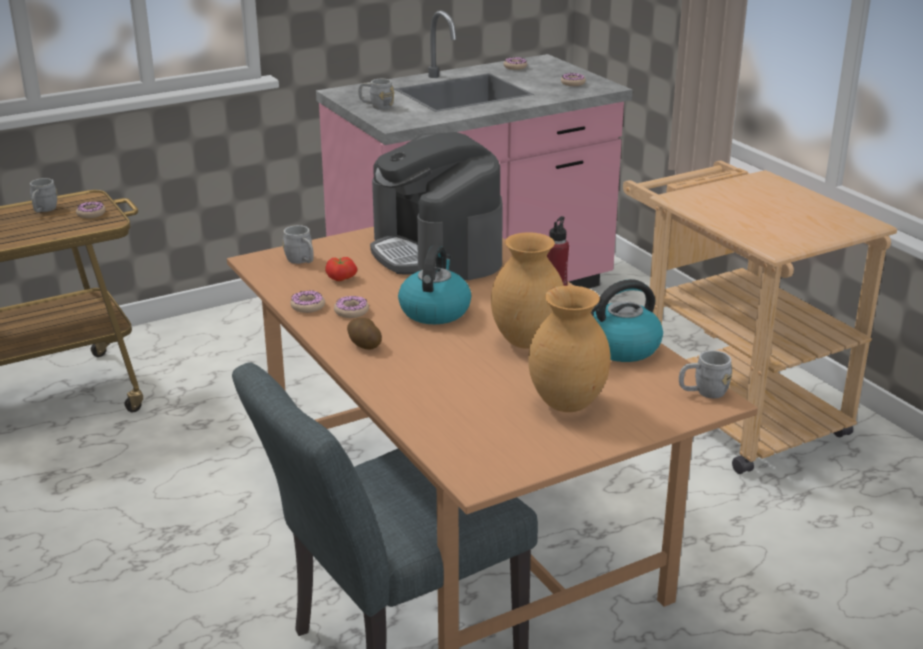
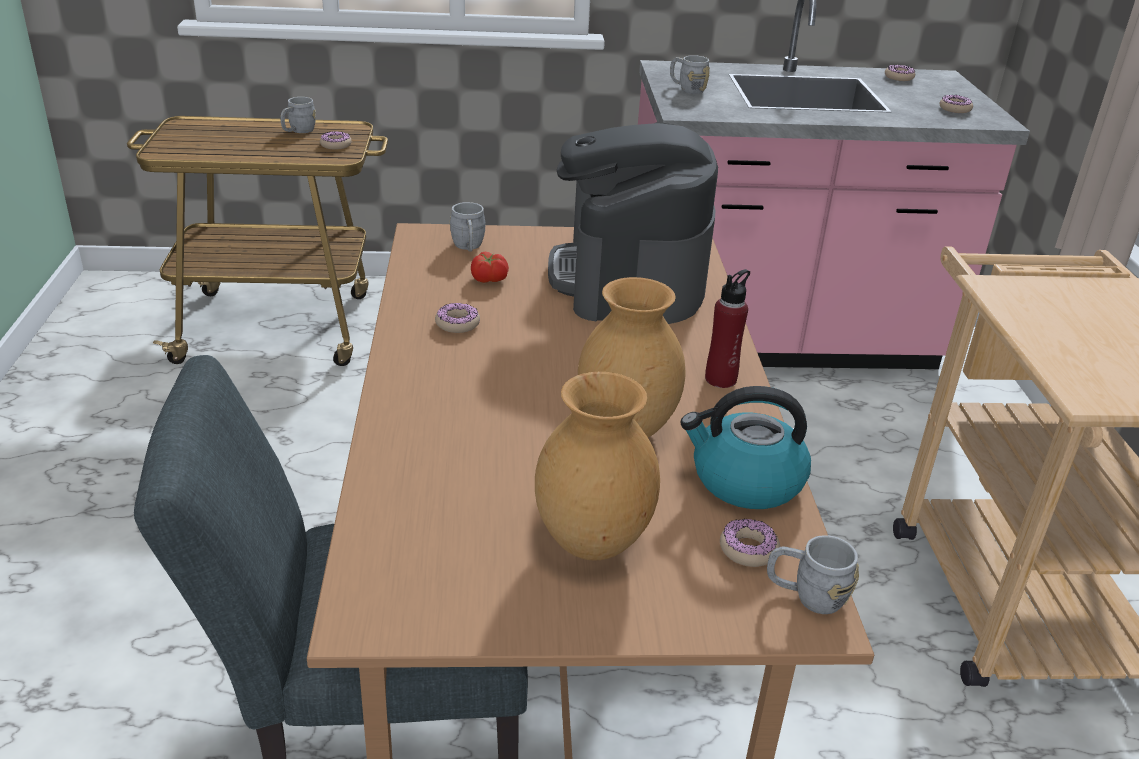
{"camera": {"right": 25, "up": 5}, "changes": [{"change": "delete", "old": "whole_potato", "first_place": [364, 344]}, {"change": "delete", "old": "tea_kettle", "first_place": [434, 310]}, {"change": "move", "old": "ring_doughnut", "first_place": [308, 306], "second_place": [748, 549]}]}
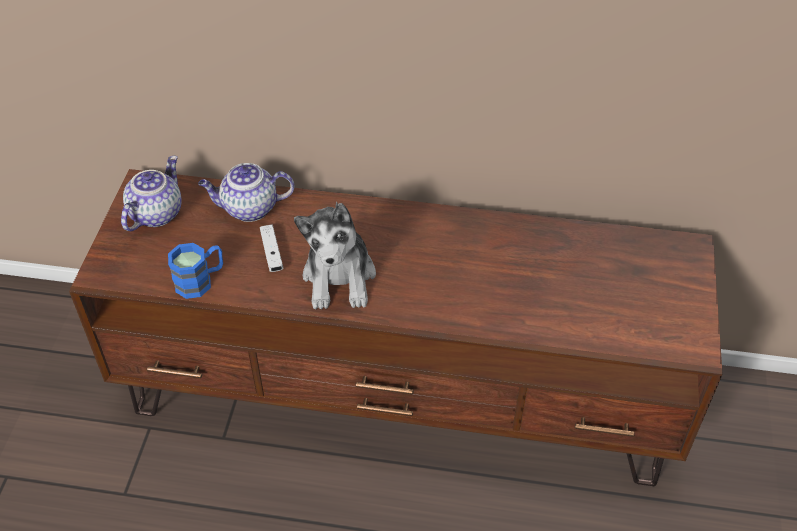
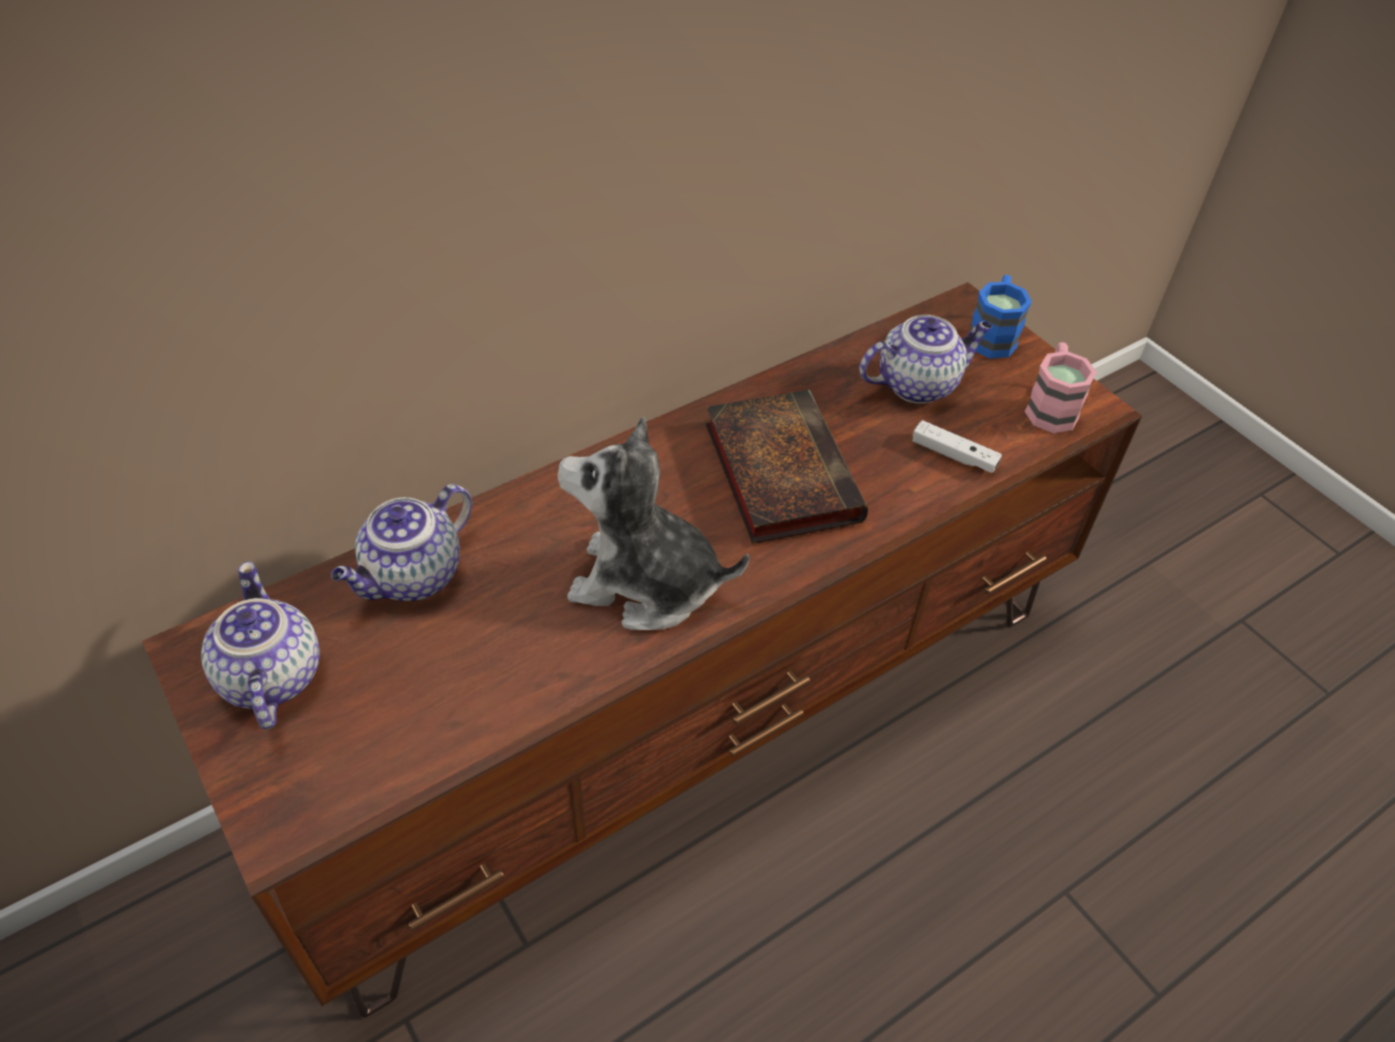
{"camera": {"right": -45, "up": 0}, "changes": [{"change": "insert", "new": "volume", "second_place": [778, 470]}, {"change": "insert", "new": "tea_pot", "second_place": [918, 383]}, {"change": "insert", "new": "pink_coffee_mug", "second_place": [1051, 406]}, {"change": "move", "old": "bluish_coffee_mug", "first_place": [200, 281], "second_place": [993, 335]}, {"change": "move", "old": "white-coloured_joypad", "first_place": [272, 253], "second_place": [953, 455]}, {"change": "rotate", "old": "cuddly_toy", "first_place": [339, 277], "second_place": [645, 584], "degrees": 150}]}
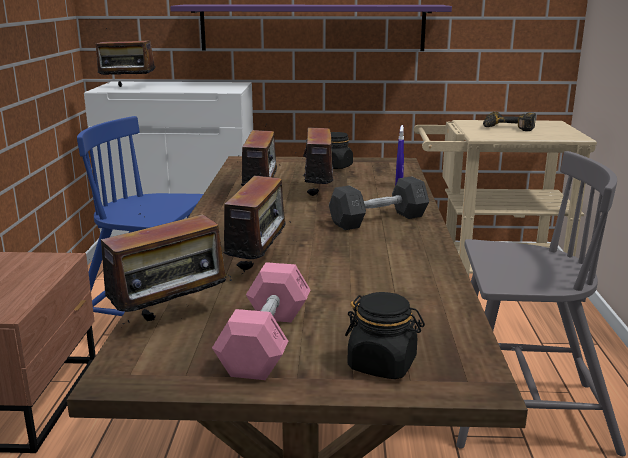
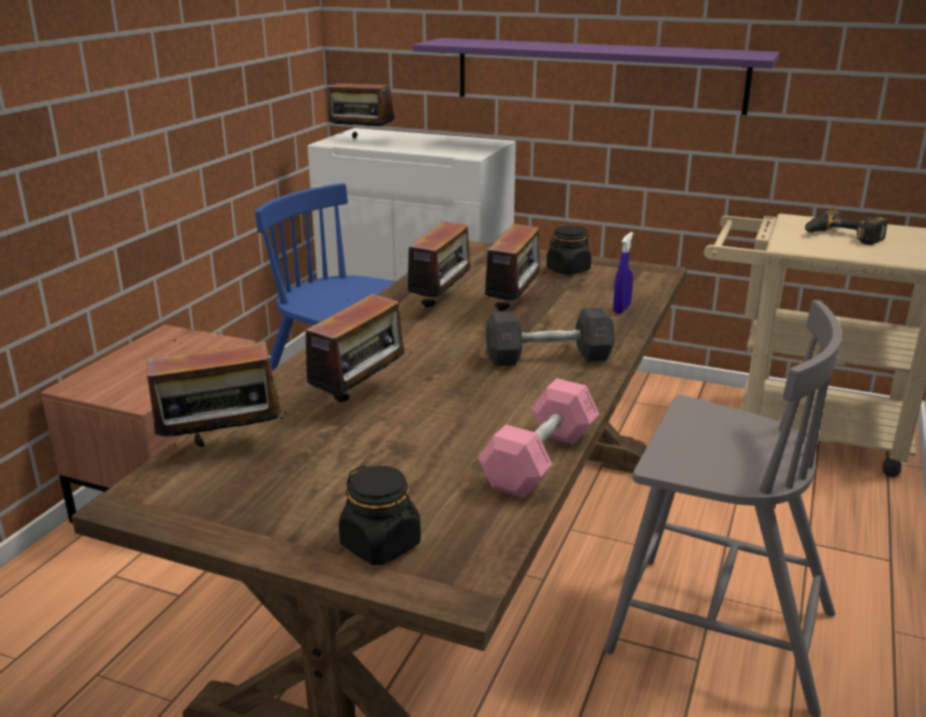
{"camera": {"right": 20, "up": 5}, "changes": [{"change": "move", "old": "pink_hand_weight", "first_place": [266, 341], "second_place": [540, 459]}]}
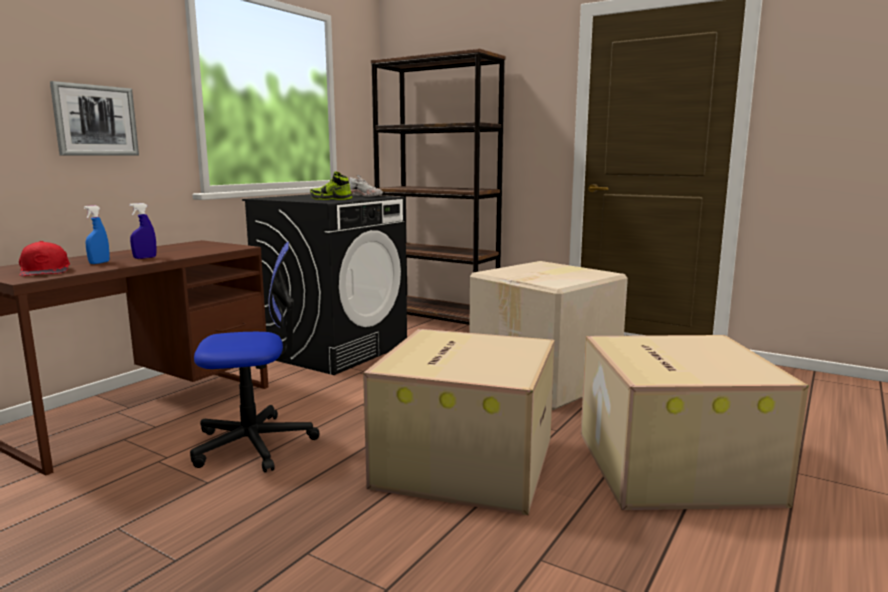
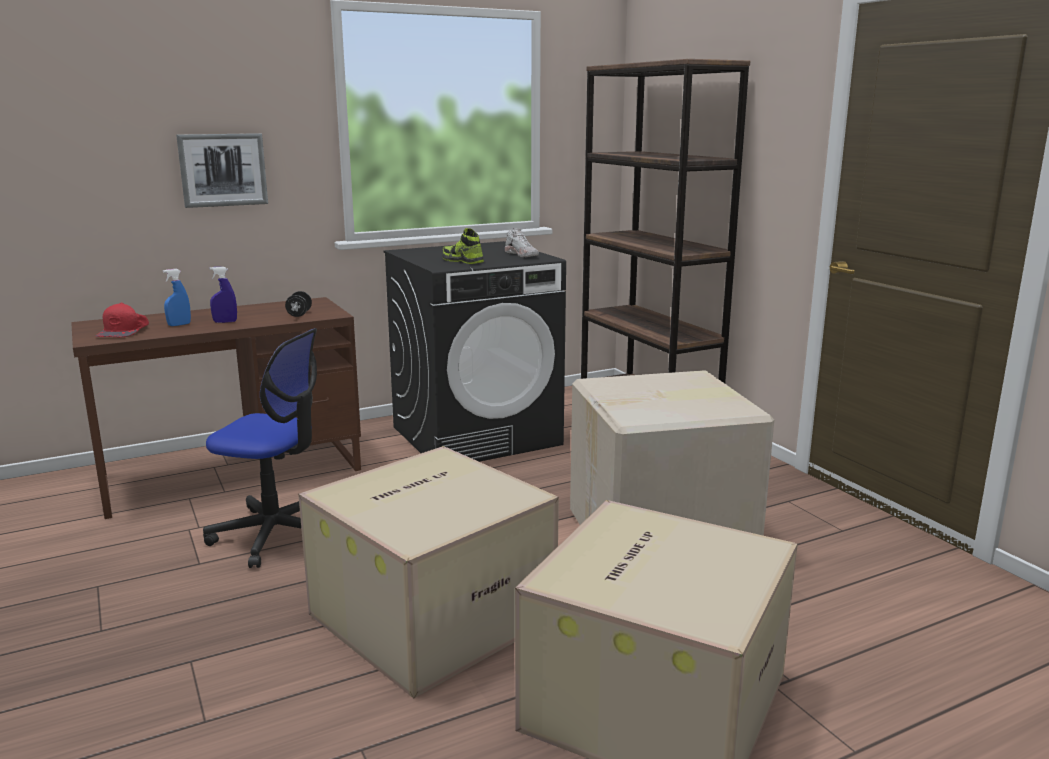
{"camera": {"right": 30, "up": 5}, "changes": [{"change": "insert", "new": "blackish_hand_weight", "second_place": [299, 314]}]}
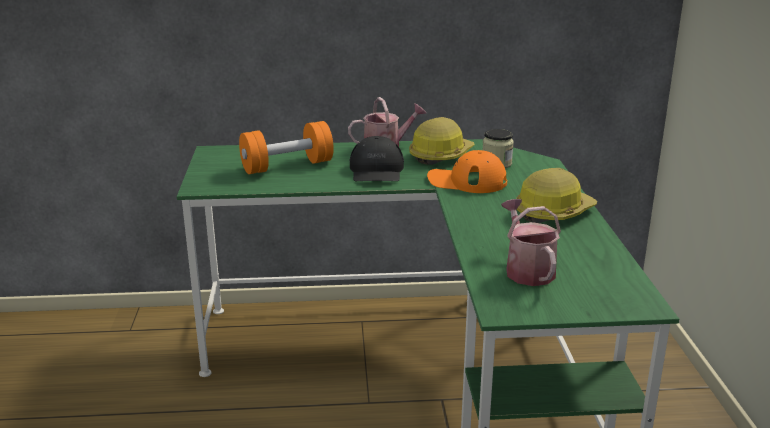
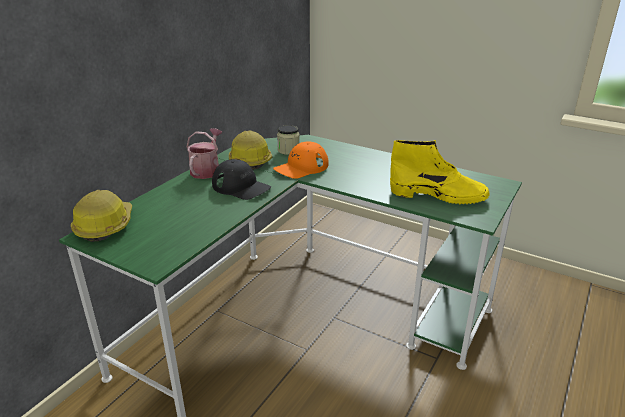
{"camera": {"right": -55, "up": 5}, "changes": [{"change": "delete", "old": "orangey_hand_weight", "first_place": [287, 166]}, {"change": "move", "old": "work_helmet", "first_place": [553, 212], "second_place": [104, 225]}, {"change": "replace", "old": "watering_pot", "new": "yellow_tall_boot", "first_place": [527, 269], "second_place": [438, 195]}]}
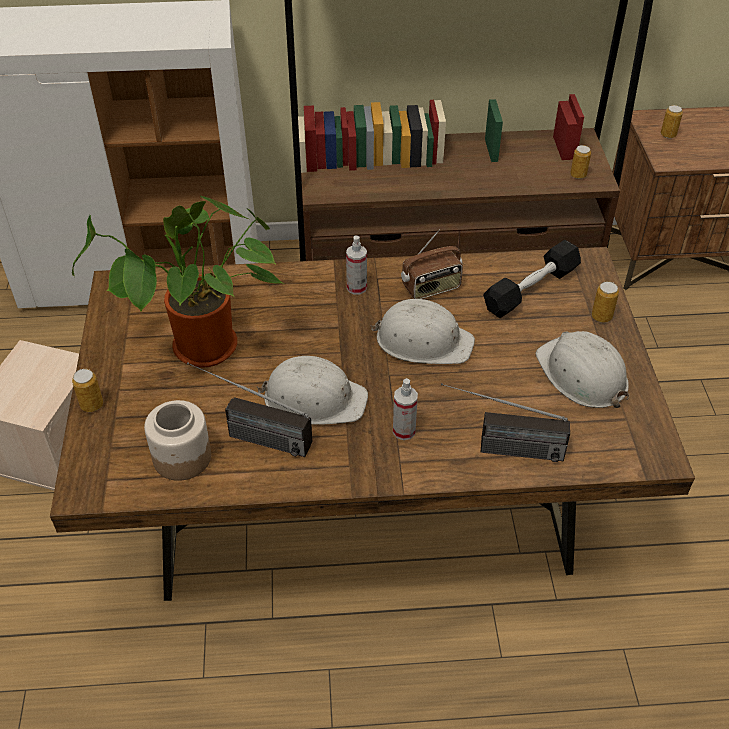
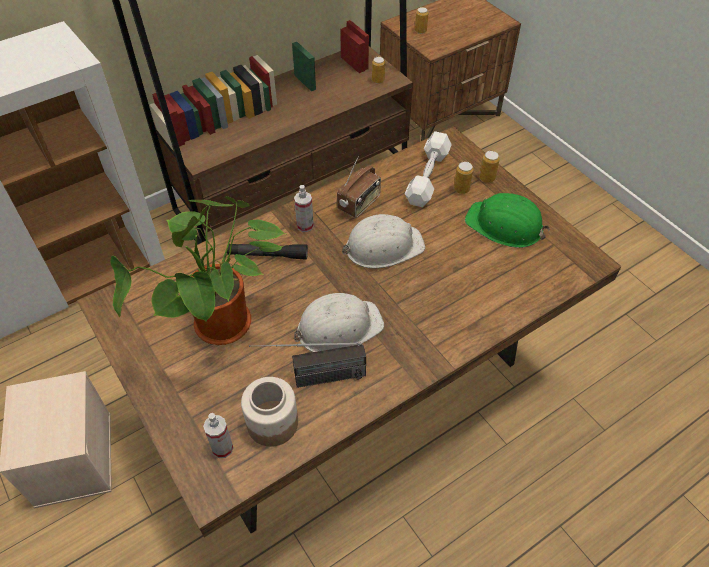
{"camera": {"right": -30, "up": 5}, "changes": [{"change": "delete", "old": "radio_receiver", "first_place": [499, 448]}, {"change": "insert", "new": "blackish_flashlight", "second_place": [268, 255]}, {"change": "move", "old": "metal_can", "first_place": [92, 405], "second_place": [461, 189]}, {"change": "move", "old": "sprayer", "first_place": [404, 431], "second_place": [222, 448]}, {"change": "recolor", "old": "blackish_hand_weight", "new": "white-coloured_hand_weight", "first_place": [531, 289], "second_place": [427, 177]}, {"change": "recolor", "old": "white-coloured_work_helmet", "new": "greenish_work_helmet", "first_place": [582, 375], "second_place": [505, 225]}]}
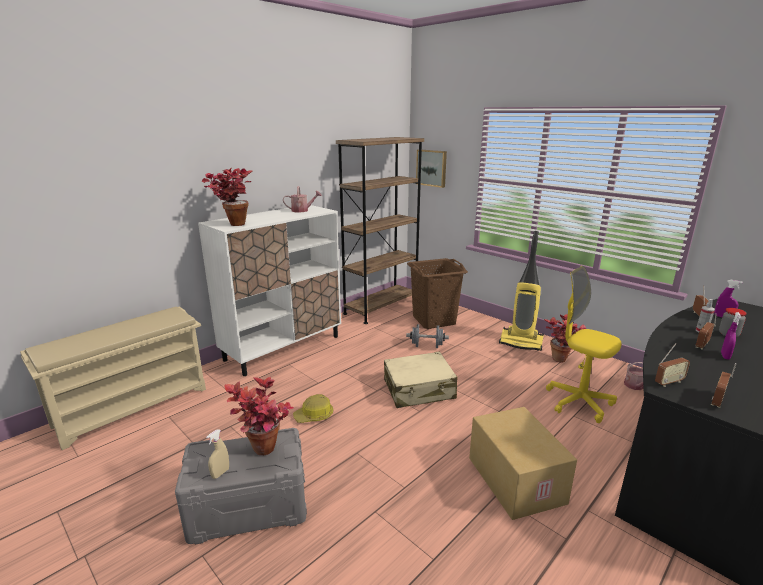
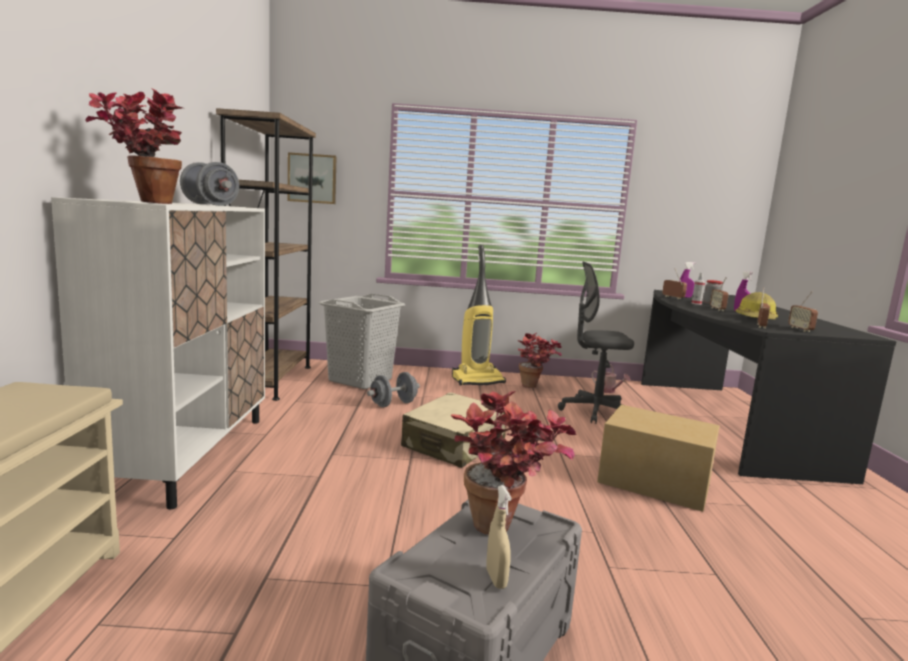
{"camera": {"right": -45, "up": -10}, "changes": [{"change": "move", "old": "work_helmet", "first_place": [314, 416], "second_place": [756, 319]}, {"change": "replace", "old": "watering_pot", "new": "greyish_hand_weight", "first_place": [302, 210], "second_place": [210, 204]}, {"change": "recolor", "old": "brown_laundry_basket", "new": "greyish_laundry_basket", "first_place": [434, 320], "second_place": [360, 380]}, {"change": "recolor", "old": "yellow_office_chair", "new": "greyish_office_chair", "first_place": [578, 402], "second_place": [594, 412]}]}
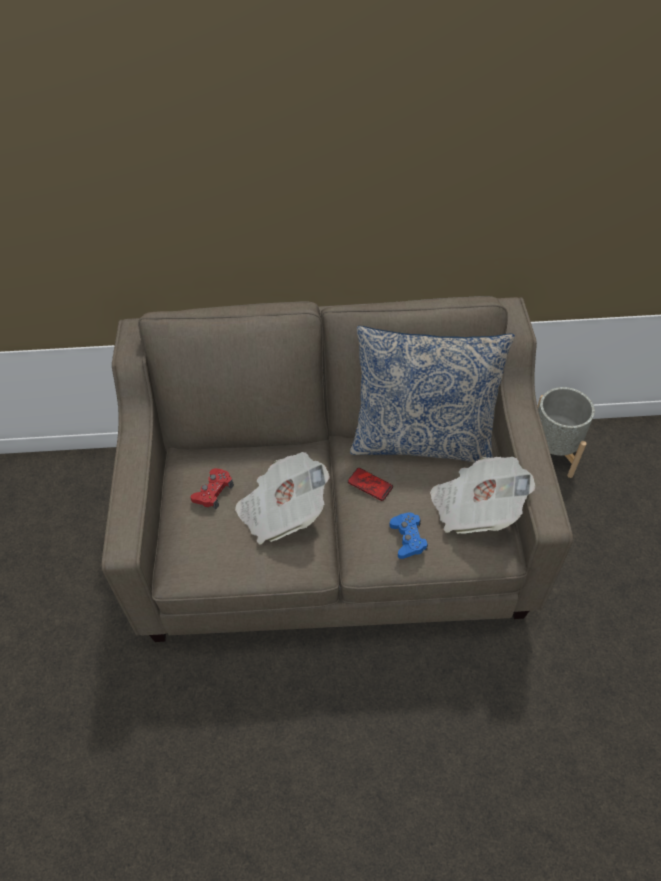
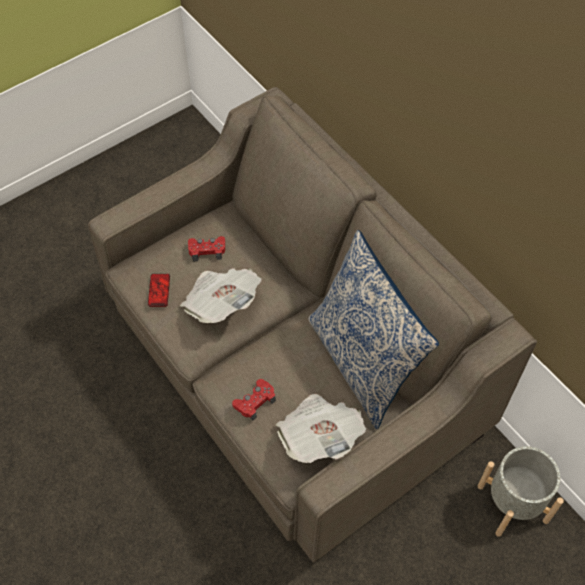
{"camera": {"right": 55, "up": 5}, "changes": [{"change": "move", "old": "telephone", "first_place": [370, 484], "second_place": [159, 290]}, {"change": "recolor", "old": "bluish_joypad", "new": "red-coloured_joypad", "first_place": [408, 538], "second_place": [255, 401]}]}
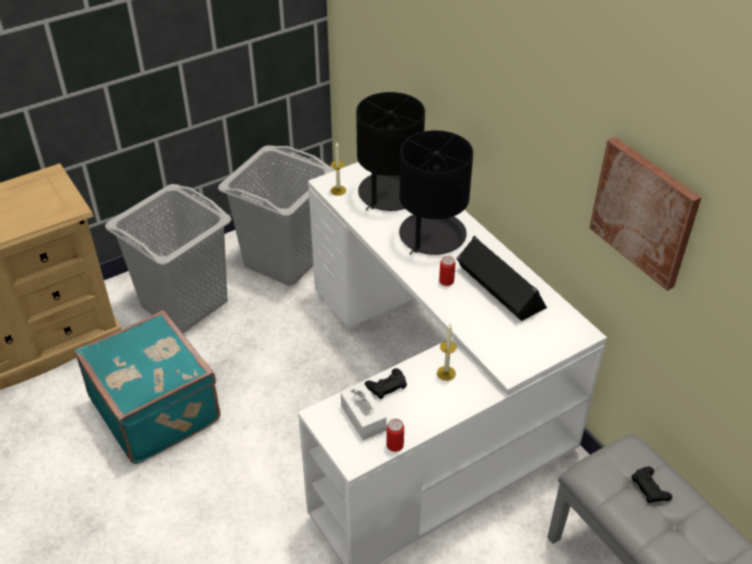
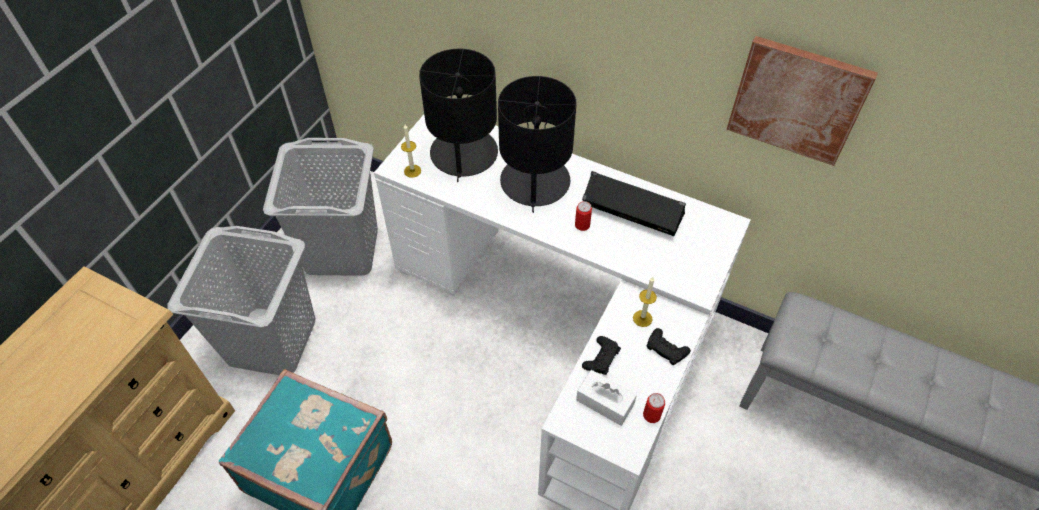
{"camera": {"right": -30, "up": 10}, "changes": [{"change": "move", "old": "blackish_joypad", "first_place": [650, 488], "second_place": [666, 349]}]}
